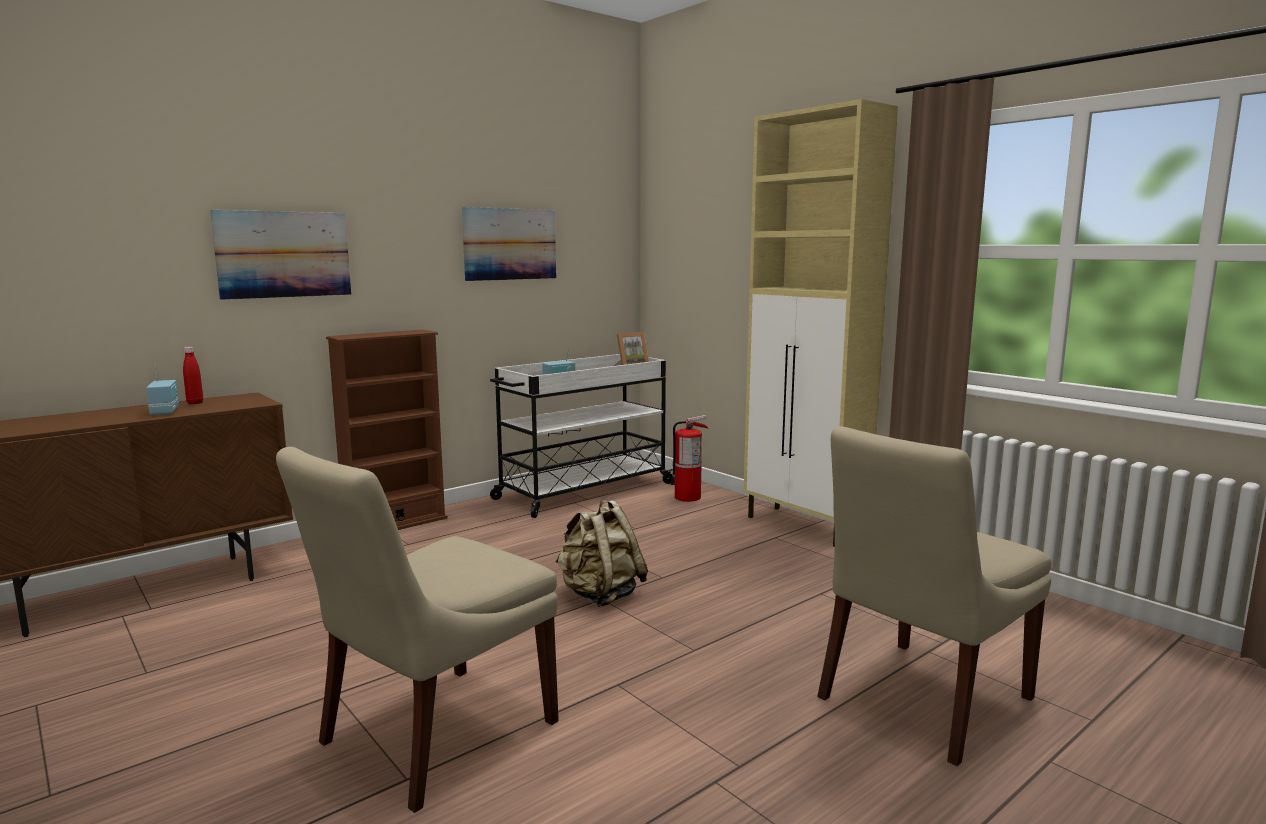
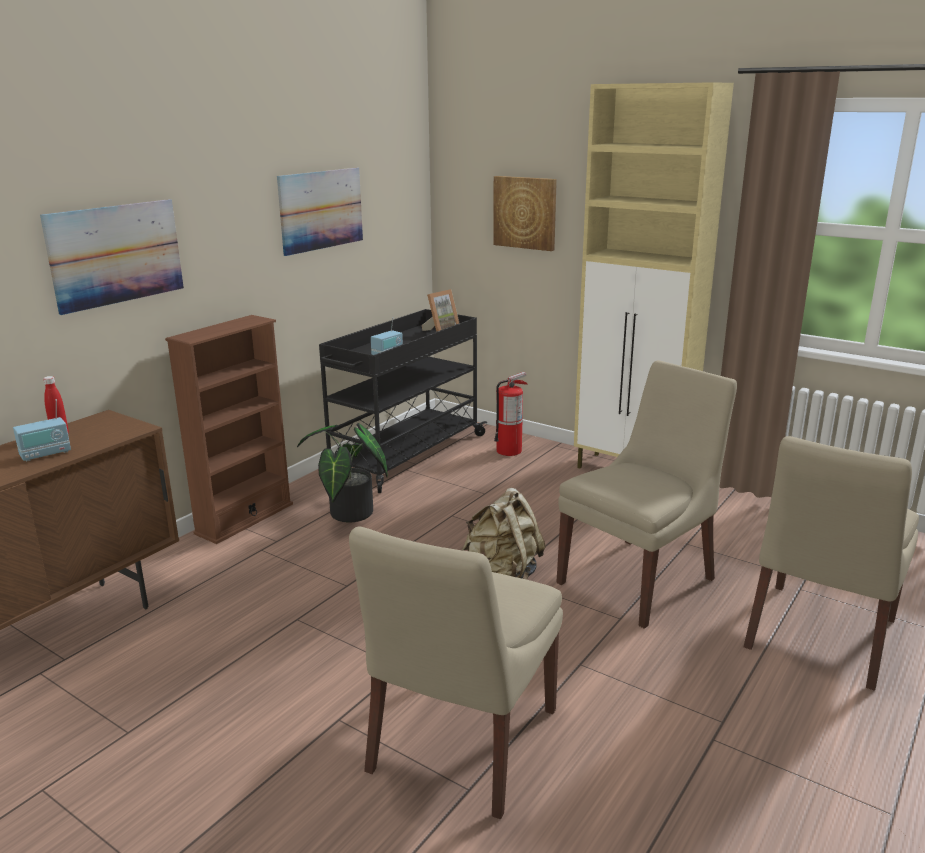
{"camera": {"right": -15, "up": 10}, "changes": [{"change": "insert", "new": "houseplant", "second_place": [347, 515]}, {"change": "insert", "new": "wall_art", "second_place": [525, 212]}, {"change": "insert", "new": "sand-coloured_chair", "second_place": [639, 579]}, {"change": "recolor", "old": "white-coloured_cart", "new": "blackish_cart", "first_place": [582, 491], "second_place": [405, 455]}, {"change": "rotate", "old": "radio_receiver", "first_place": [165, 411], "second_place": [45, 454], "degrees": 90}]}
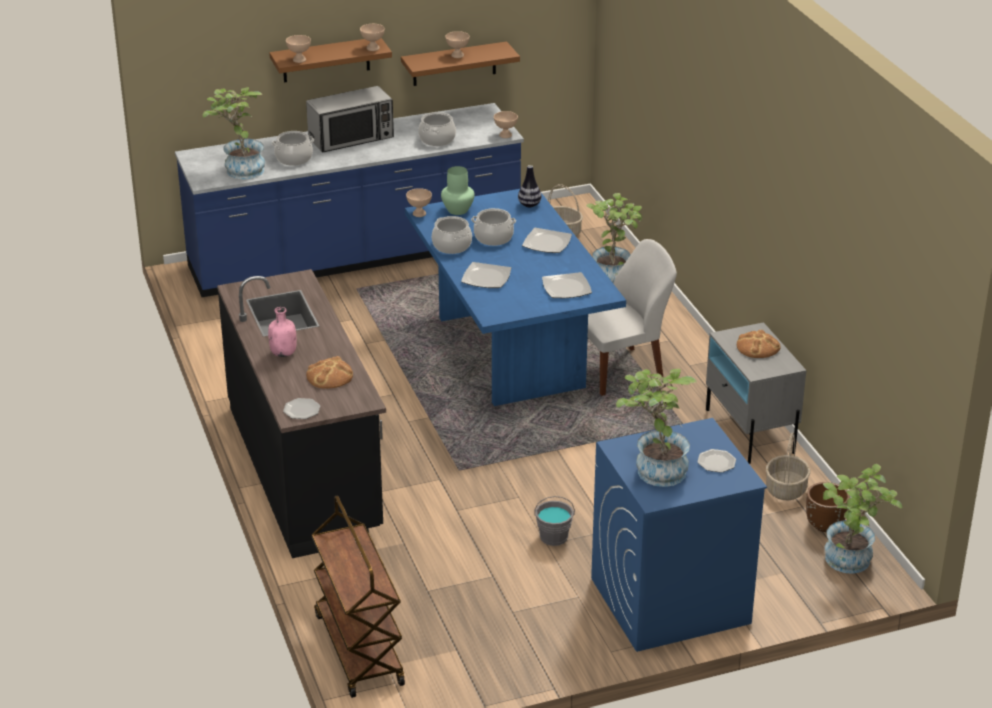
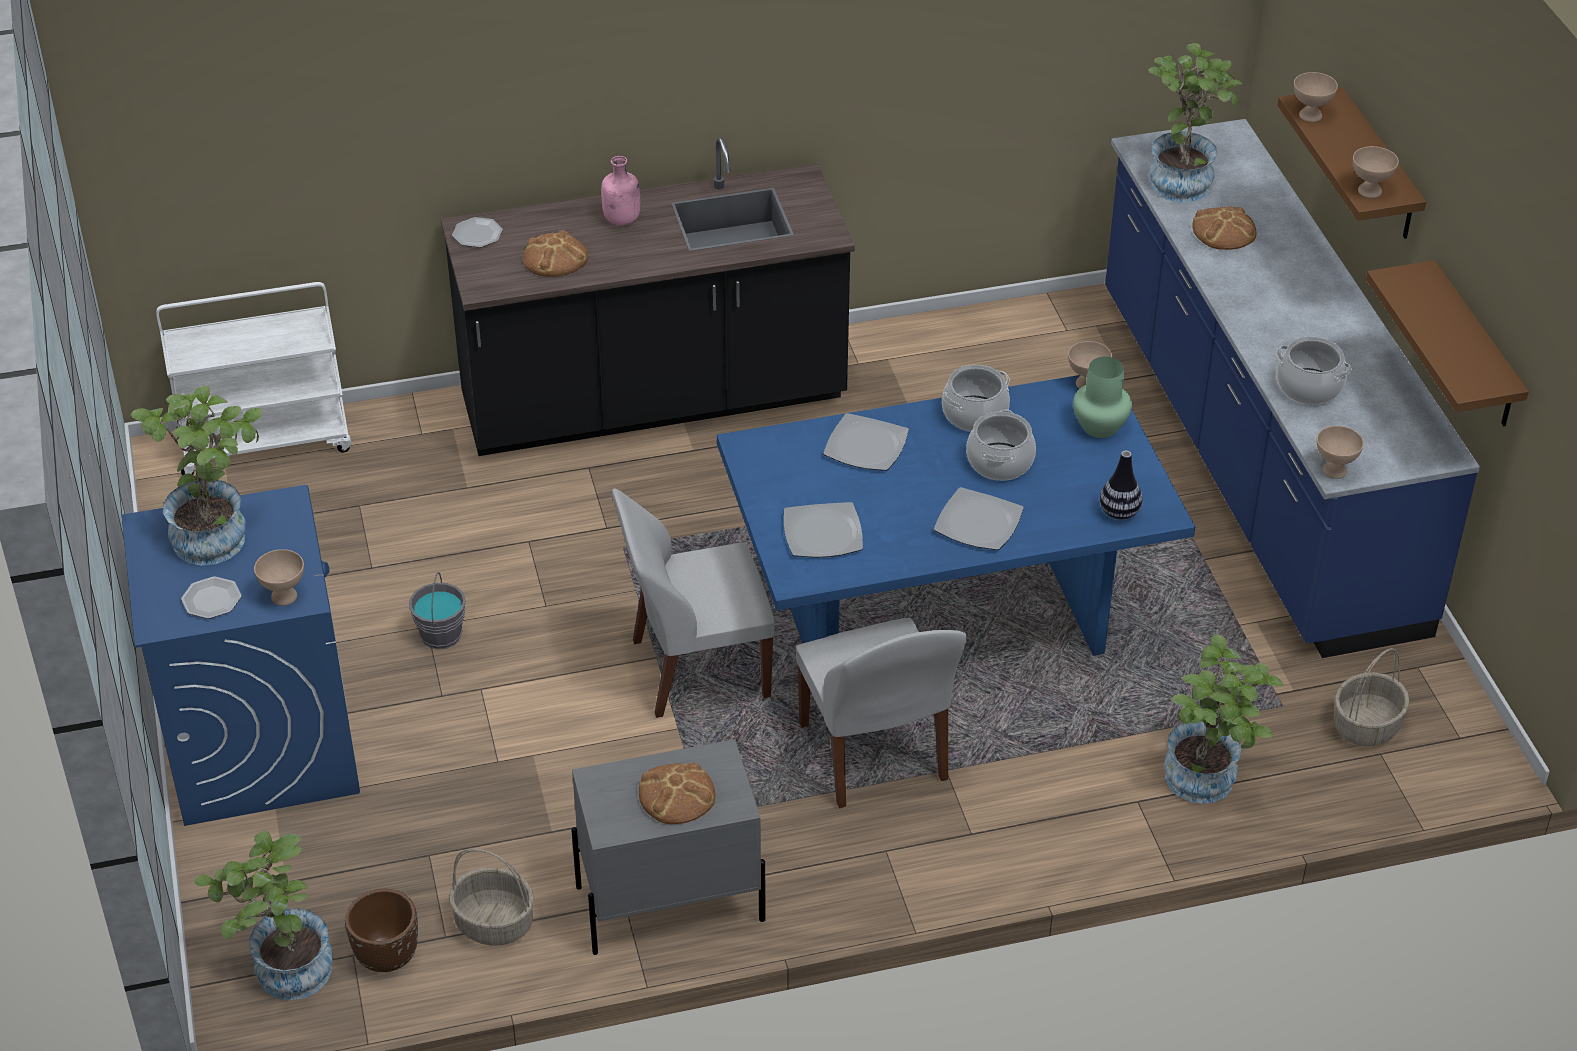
{"camera": {"right": 95, "up": 10}, "changes": [{"change": "delete", "old": "kitchen_microwave", "first_place": [351, 138]}, {"change": "insert", "new": "white-coloured_chair", "second_place": [696, 669]}, {"change": "move", "old": "sand-coloured_serving_bowl", "first_place": [457, 55], "second_place": [283, 596]}, {"change": "replace", "old": "cooking_pot", "new": "bread", "first_place": [294, 159], "second_place": [1223, 231]}, {"change": "recolor", "old": "brown_cart", "new": "white-coloured_cart", "first_place": [358, 649], "second_place": [266, 442]}]}
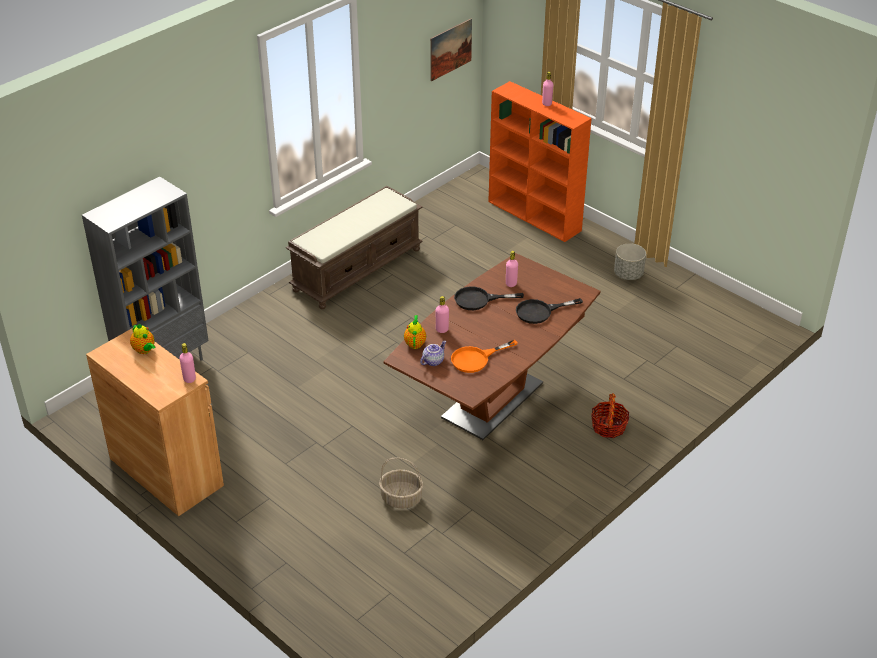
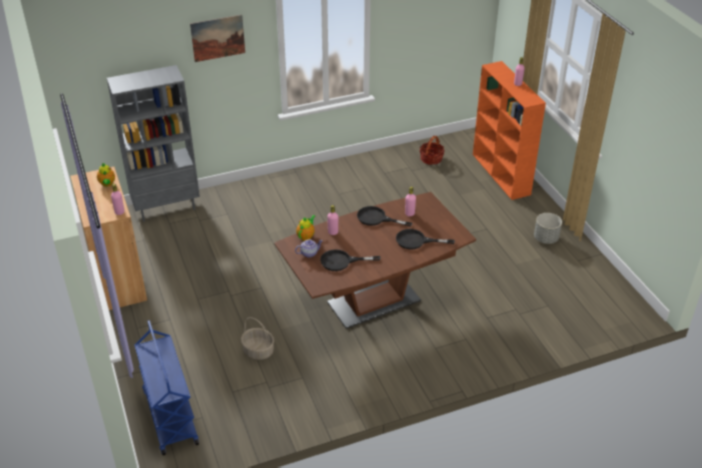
{"camera": {"right": 25, "up": 0}, "changes": [{"change": "delete", "old": "brown_indoor_bench", "first_place": [357, 269]}, {"change": "insert", "new": "bluish_cart", "second_place": [170, 416]}, {"change": "move", "old": "wall_art", "first_place": [450, 49], "second_place": [218, 38]}, {"change": "move", "old": "basket", "first_place": [608, 427], "second_place": [431, 159]}, {"change": "recolor", "old": "orangey_frying_pan", "new": "blackish_frying_pan", "first_place": [476, 359], "second_place": [341, 261]}]}
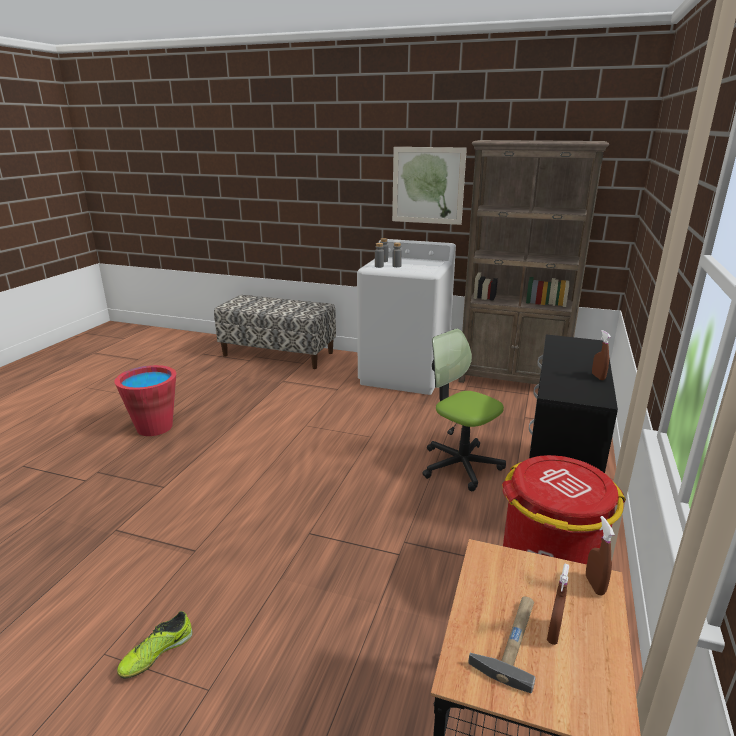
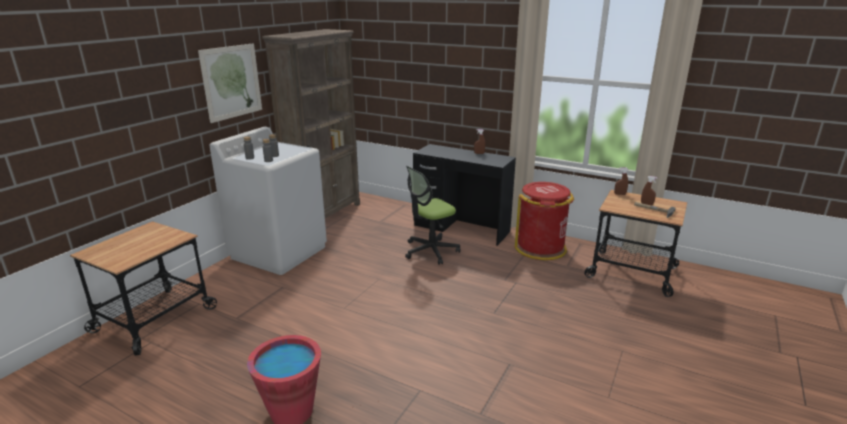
{"camera": {"right": -80, "up": 0}, "changes": [{"change": "delete", "old": "low_shoe", "first_place": [156, 653]}, {"change": "replace", "old": "indoor_bench", "new": "cart", "first_place": [278, 354], "second_place": [154, 319]}]}
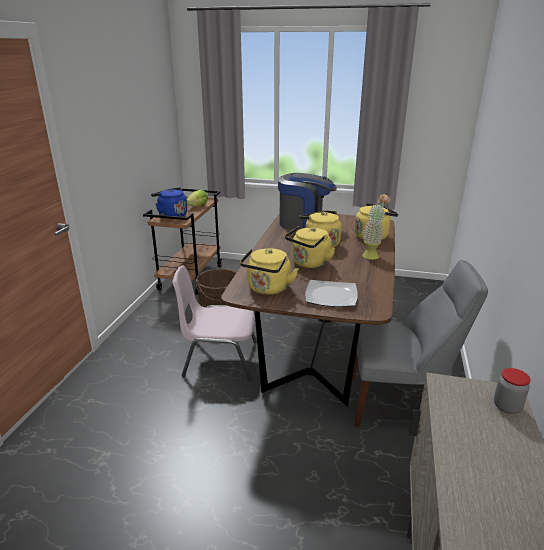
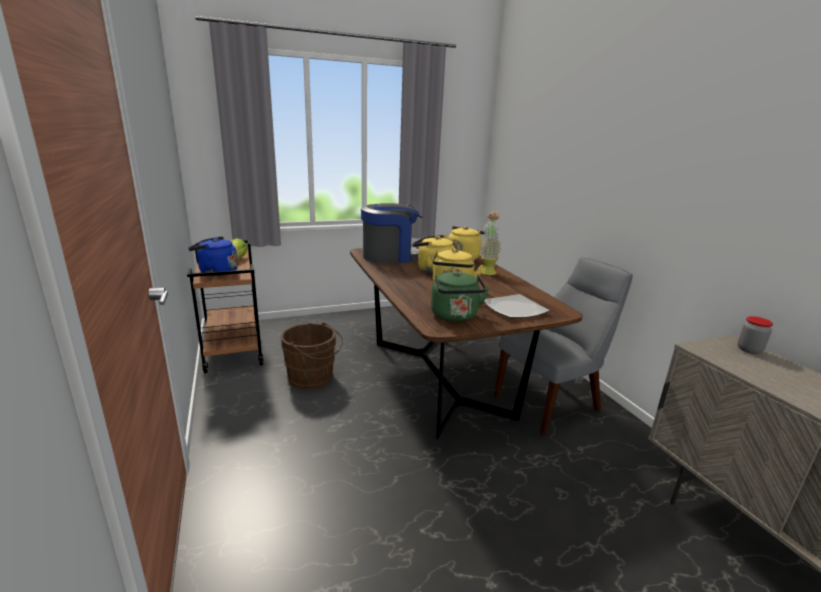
{"camera": {"right": -35, "up": -5}, "changes": [{"change": "delete", "old": "pink_chair", "first_place": [219, 358]}, {"change": "recolor", "old": "yellow_tea_kettle", "new": "greenish_tea_kettle", "first_place": [268, 289], "second_place": [455, 316]}]}
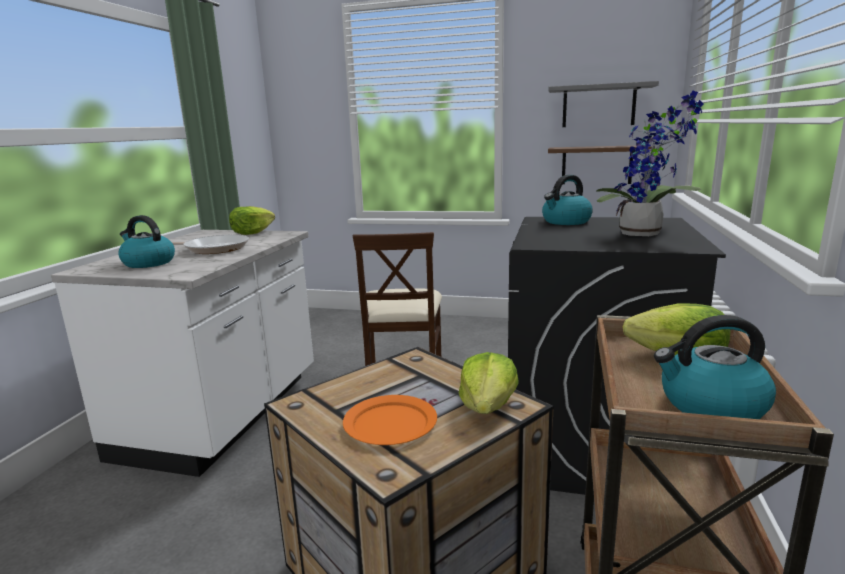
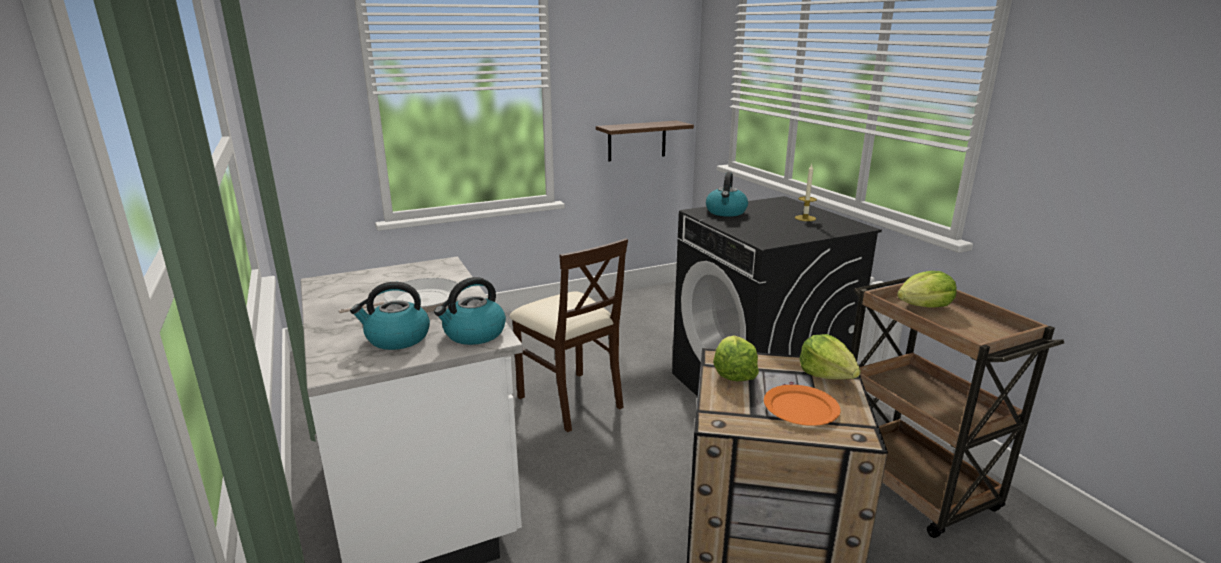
{"camera": {"right": -40, "up": 5}, "changes": [{"change": "delete", "old": "greyish_bracket_shelf", "first_place": [598, 106]}, {"change": "move", "old": "lettuce_head", "first_place": [252, 233], "second_place": [733, 373]}, {"change": "move", "old": "tea_kettle", "first_place": [711, 405], "second_place": [474, 334]}, {"change": "replace", "old": "houseplant", "new": "candle", "first_place": [645, 234], "second_place": [805, 218]}]}
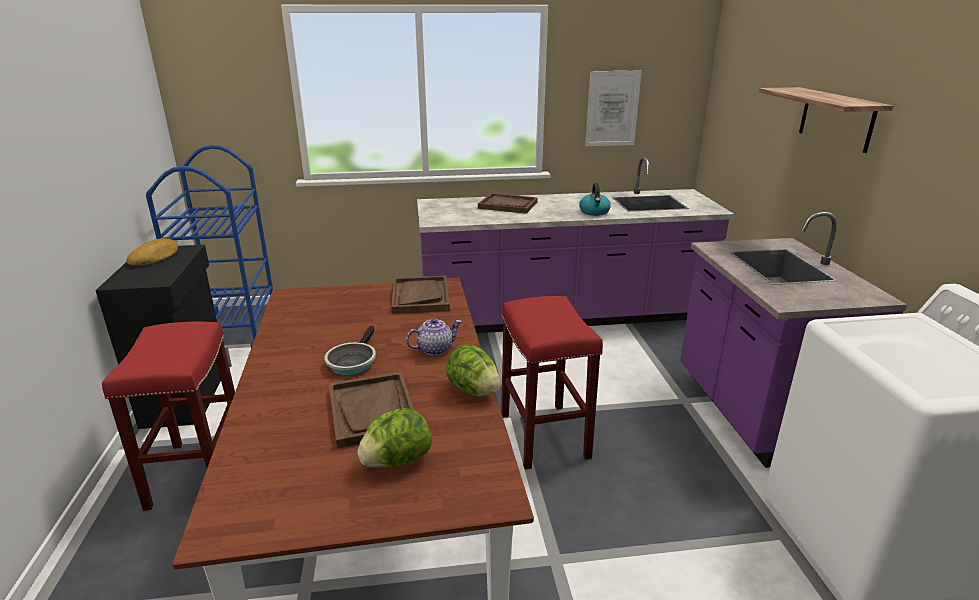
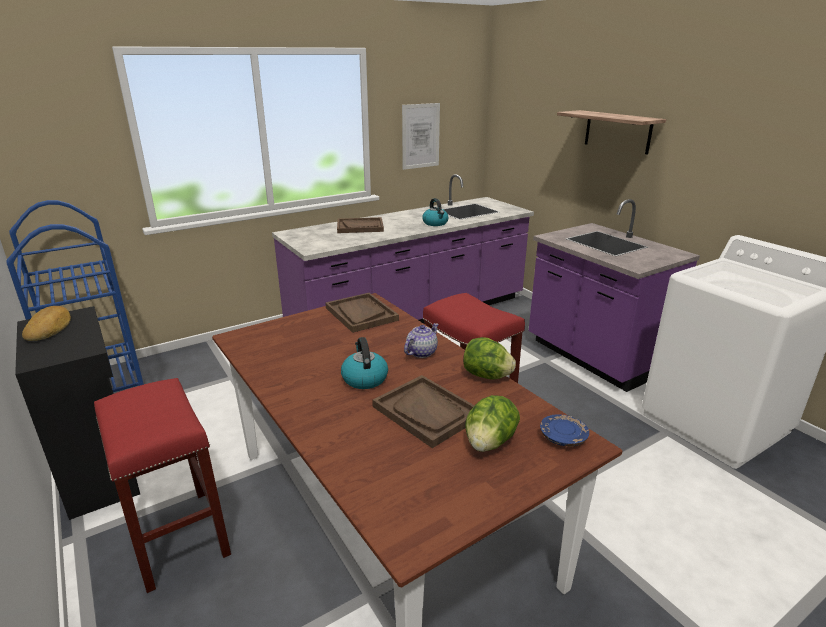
{"camera": {"right": -25, "up": 0}, "changes": [{"change": "insert", "new": "bluish_dinner_plate", "second_place": [562, 437]}, {"change": "replace", "old": "frying_pan", "new": "tea_kettle", "first_place": [352, 361], "second_place": [364, 378]}]}
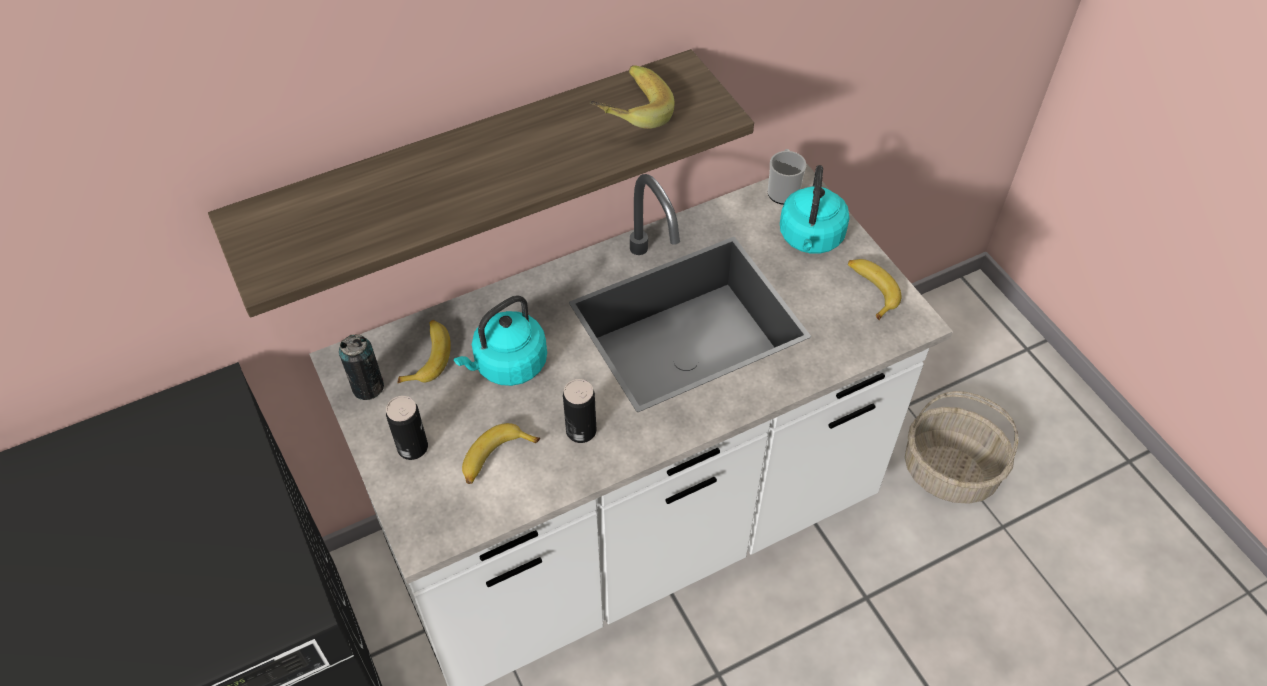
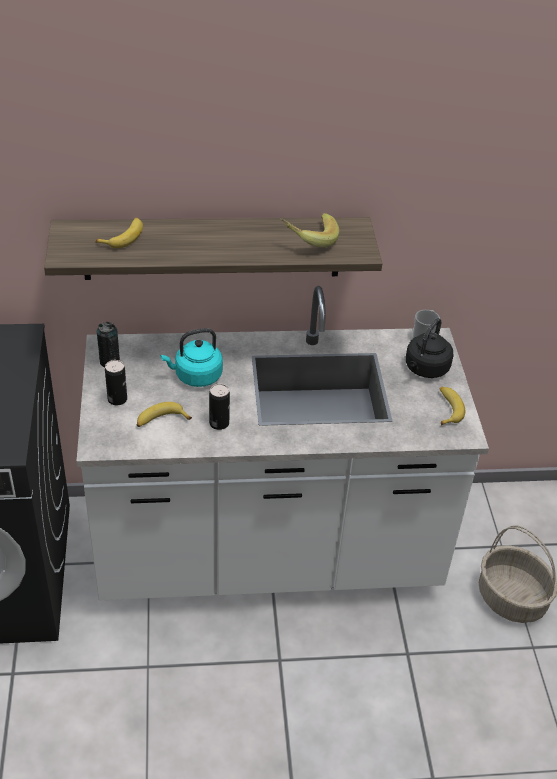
{"camera": {"right": 20, "up": -10}, "changes": [{"change": "move", "old": "banana", "first_place": [428, 356], "second_place": [123, 237]}, {"change": "recolor", "old": "blue-green_tea_kettle", "new": "blackish_tea_kettle", "first_place": [810, 239], "second_place": [425, 369]}]}
